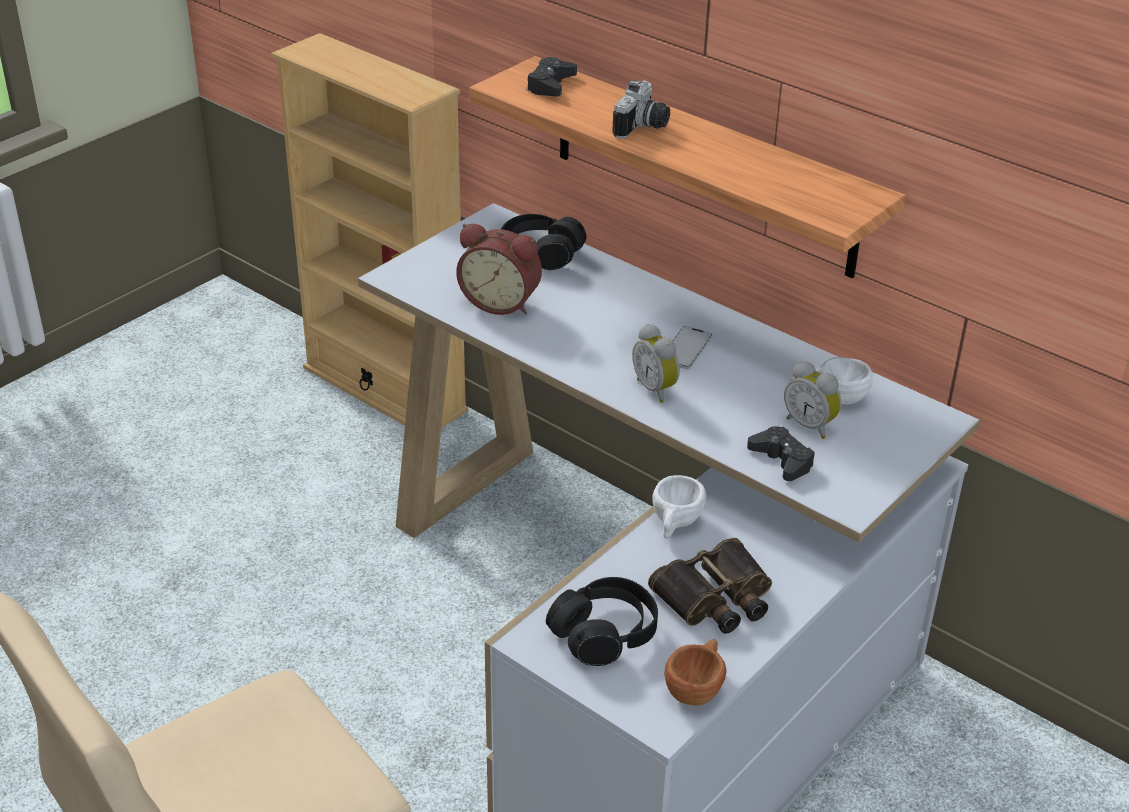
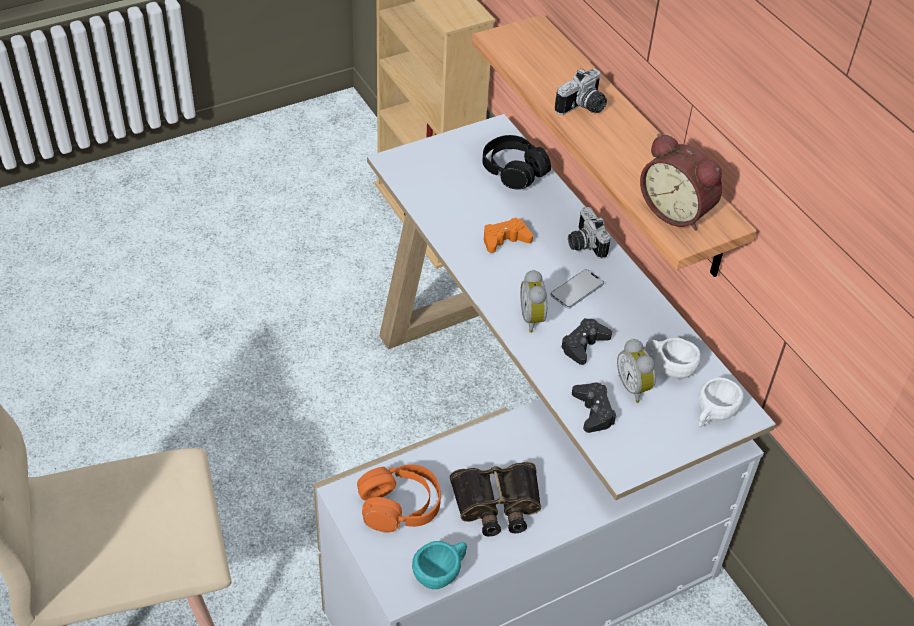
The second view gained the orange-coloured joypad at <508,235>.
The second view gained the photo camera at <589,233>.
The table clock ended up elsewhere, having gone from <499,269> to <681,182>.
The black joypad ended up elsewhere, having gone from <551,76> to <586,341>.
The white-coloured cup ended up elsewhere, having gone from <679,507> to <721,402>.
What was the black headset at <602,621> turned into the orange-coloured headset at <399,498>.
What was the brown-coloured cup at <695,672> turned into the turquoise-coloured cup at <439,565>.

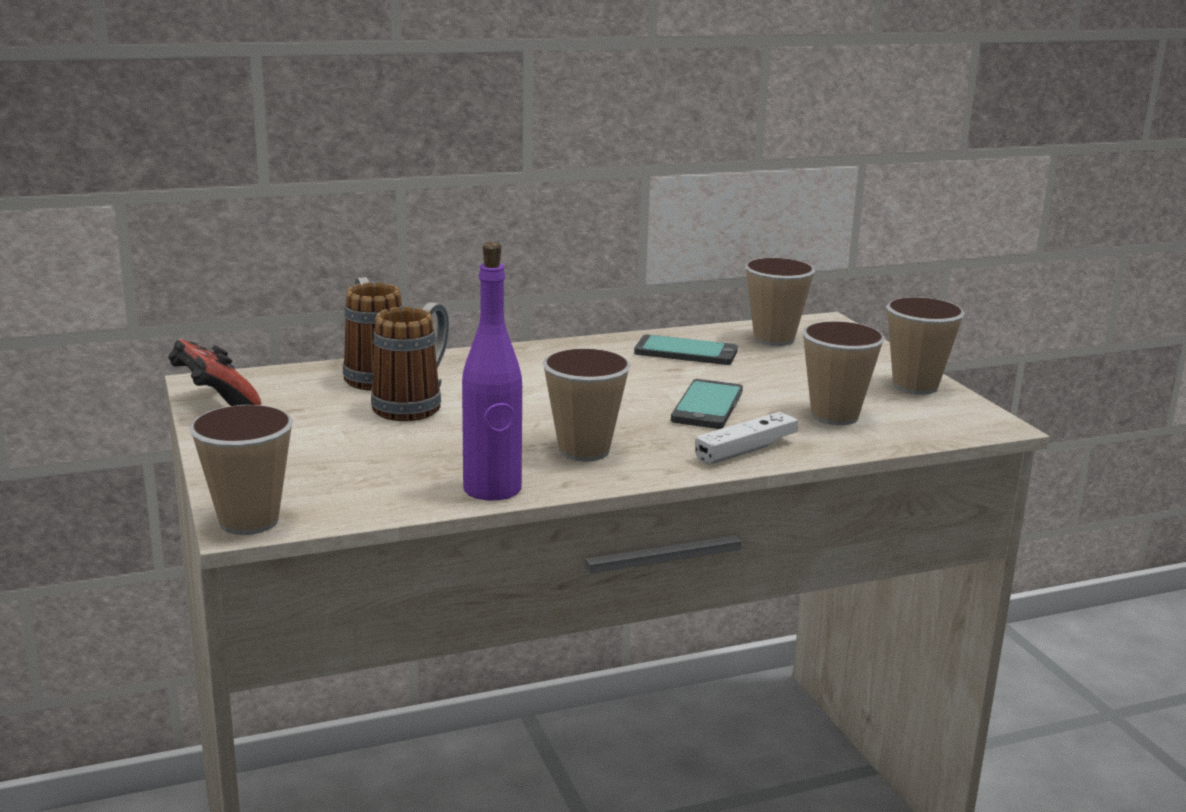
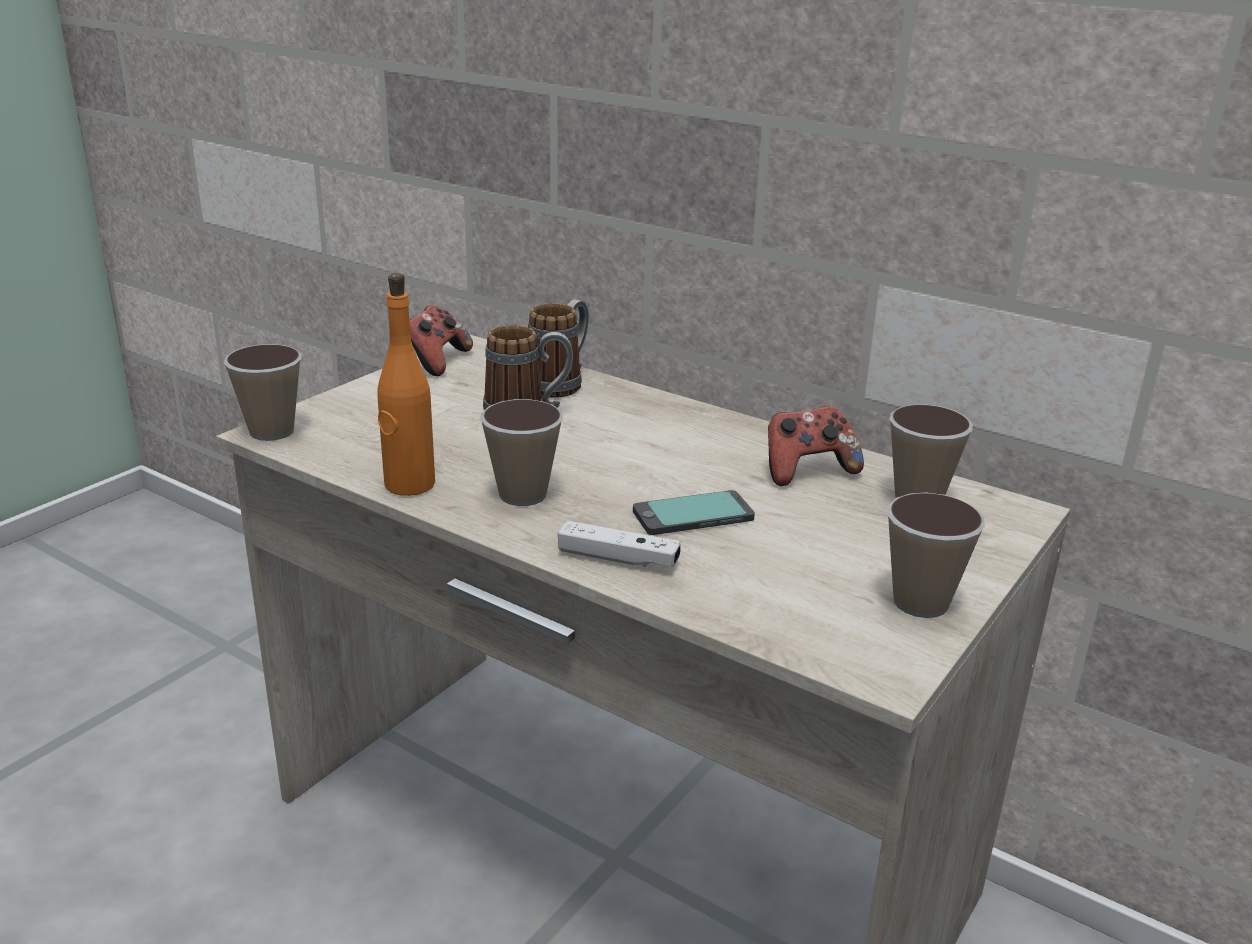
The second view lost the cup at <843,373>.
Where the handset stood at <686,350>, the joypad came to stand at <816,446>.
What was the purple-coloured bottle at <492,371> turned into the orange-coloured bottle at <406,384>.

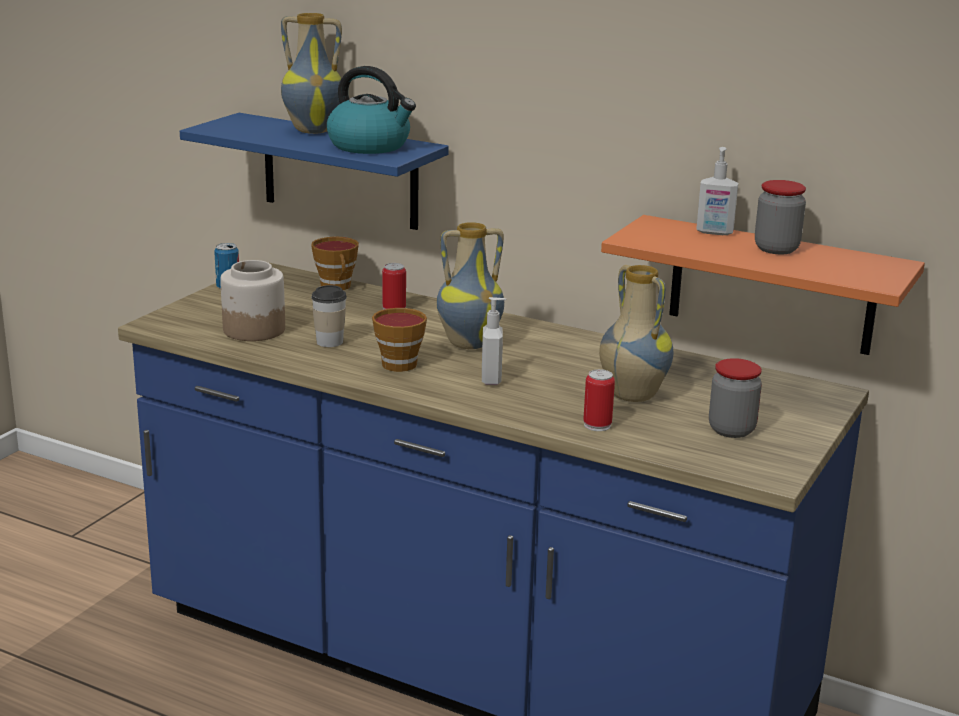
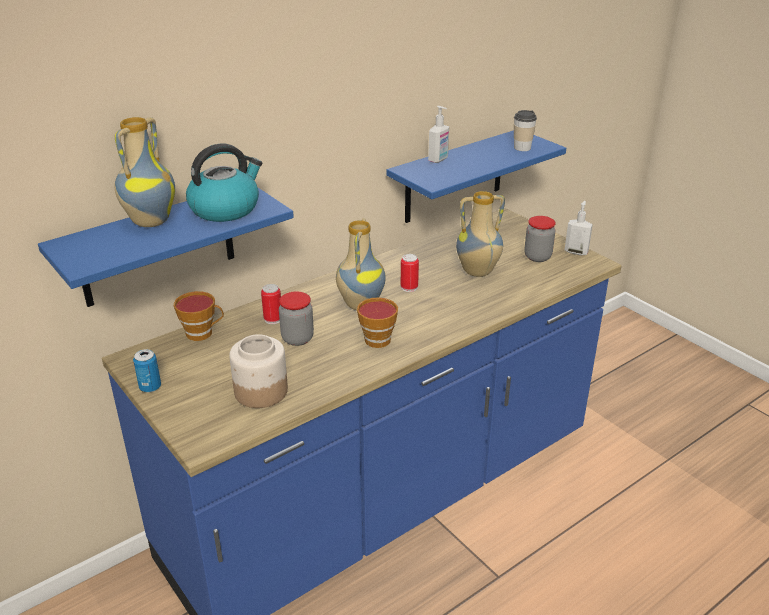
The cup ended up elsewhere, having gone from <329,316> to <525,130>.
The soap bottle ended up elsewhere, having gone from <494,341> to <579,228>.
The sealed can ended up elsewhere, having gone from <599,400> to <410,273>.
The storage jar ended up elsewhere, having gone from <780,217> to <296,318>.
What was the orange-coloured wall shelf at <763,285> turned into the bluish wall shelf at <476,176>.

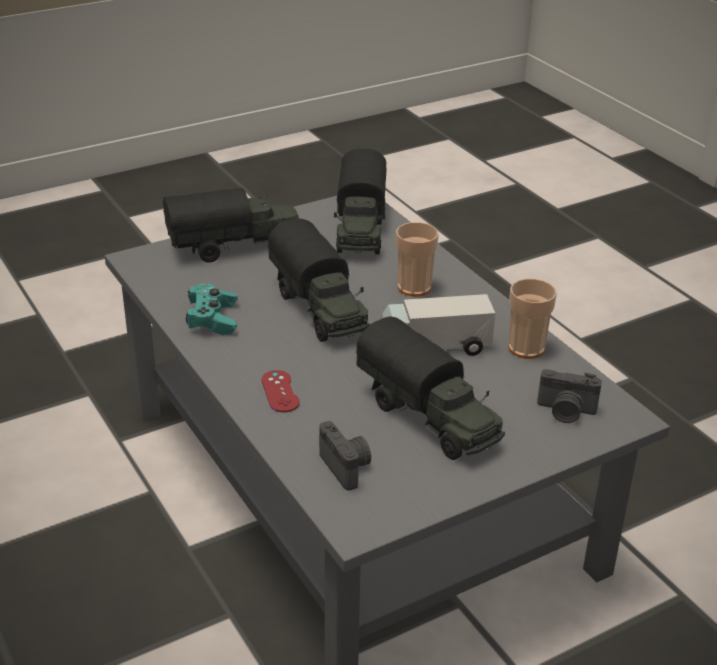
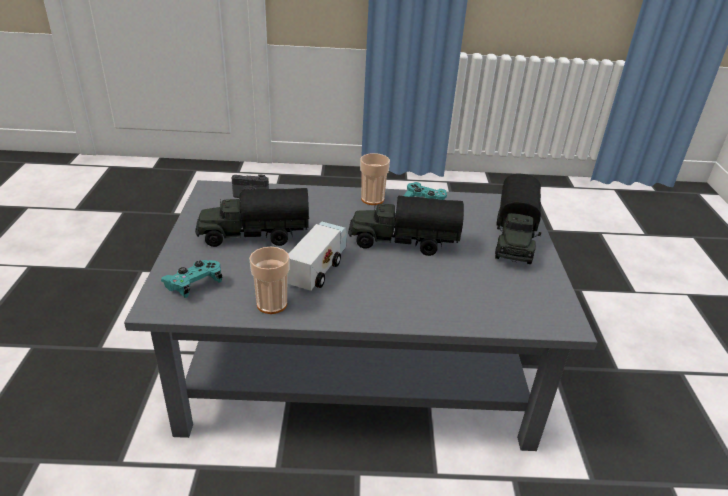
The second view lost the red joypad at <281,391>.
The second view lost the toy lorry at <360,201>.
The cup ended up elsewhere, having gone from <417,259> to <375,179>.
Where the photo camera stood at <569,396>, the turquoise-coloured joypad came to stand at <192,279>.

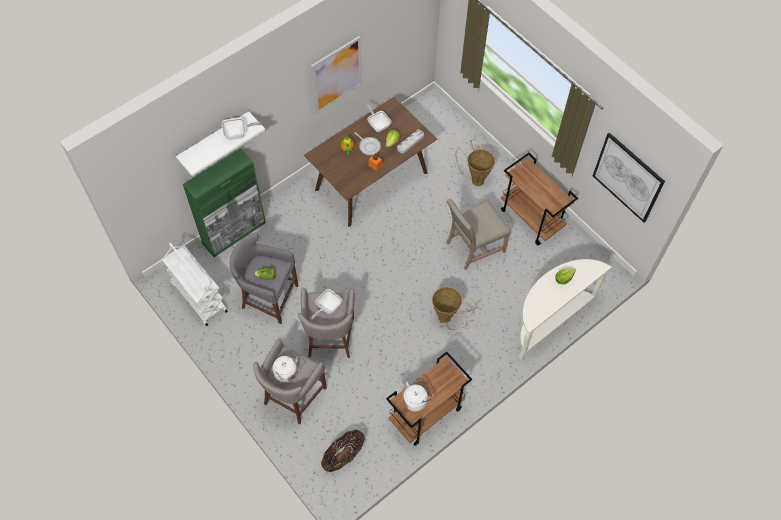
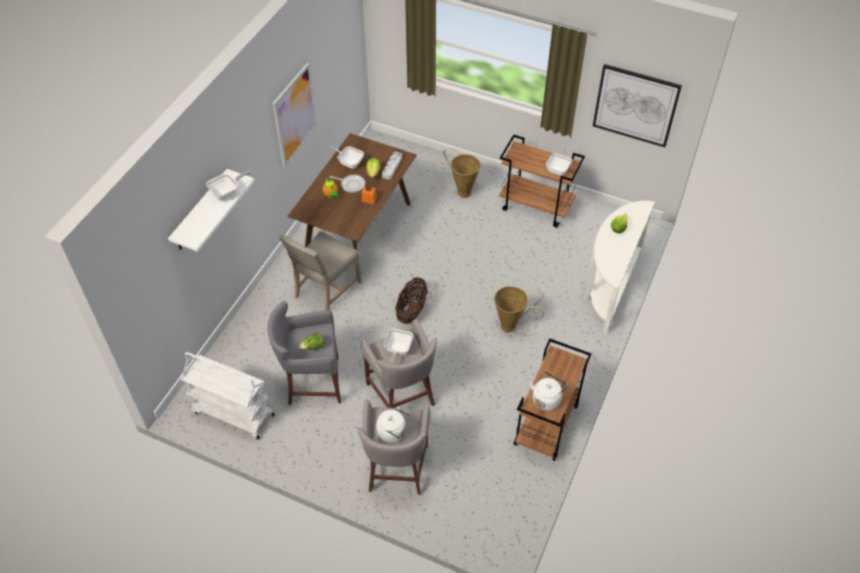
The second view lost the green-coloured cabinet at <224,202>.
The second view gained the pan at <559,161>.
The storage basket ended up elsewhere, having gone from <343,451> to <411,300>.
The beige upright chair ended up elsewhere, having gone from <478,234> to <320,270>.

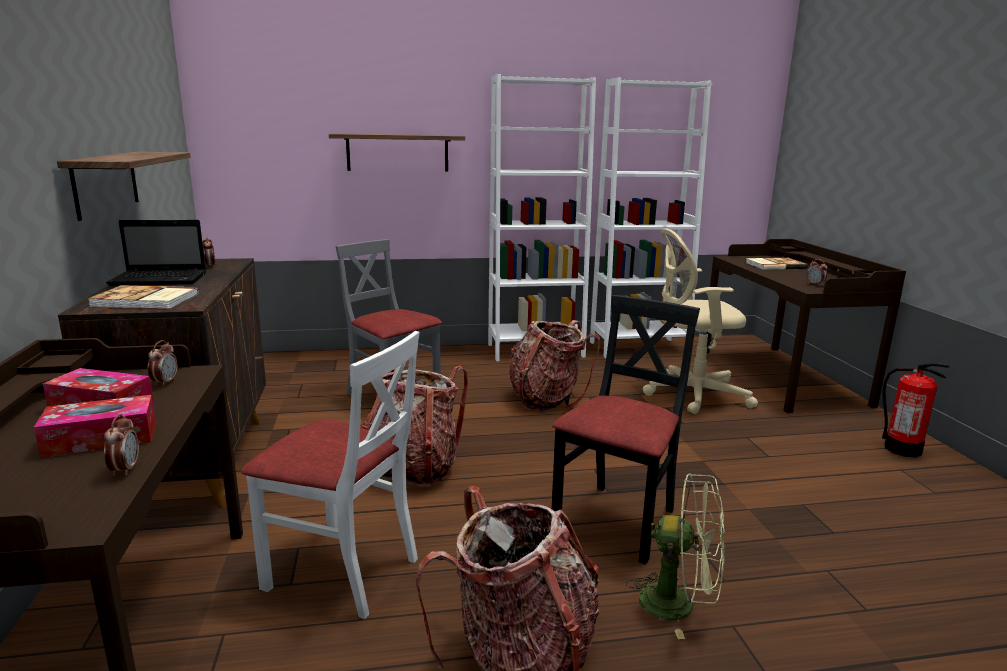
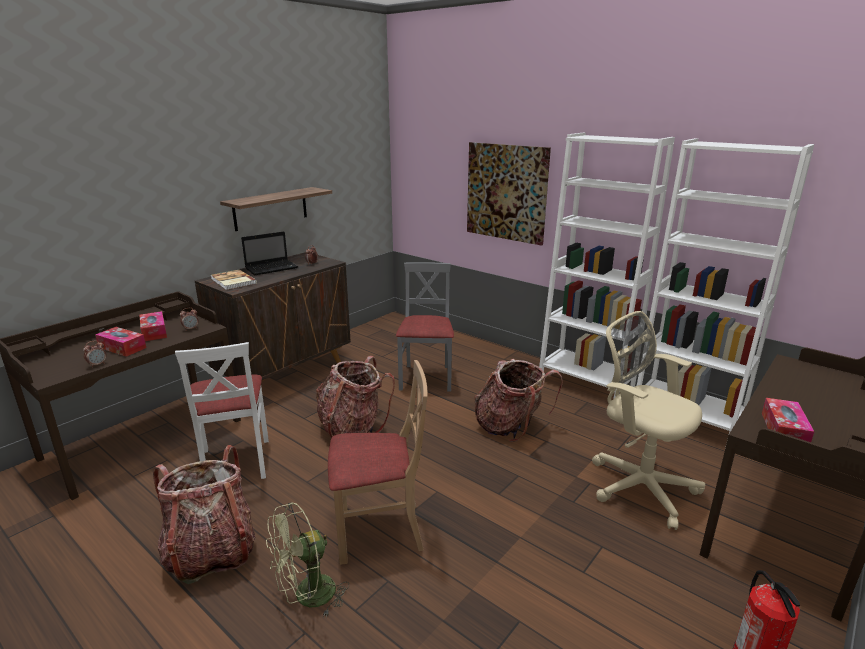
The second view lost the book at <777,264>.
Where the wall shelf hung at <397,152>, the picture came to hang at <509,194>.
Where the table clock stood at <817,272>, the box of tissues came to stand at <788,420>.
What was the black upright chair at <626,429> turned into the beige upright chair at <377,462>.
The laptop at <156,253> ended up facing another way, 75 degrees counterclockwise from before.
The green-coloured cooling fan at <675,556> ended up facing another way, 75 degrees clockwise from before.

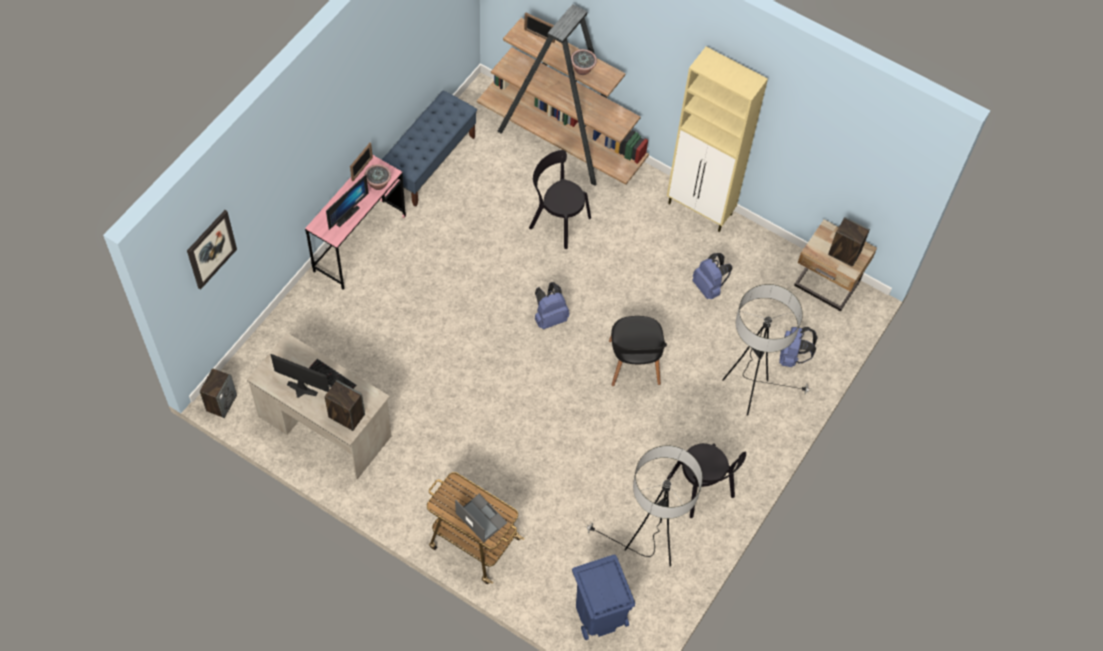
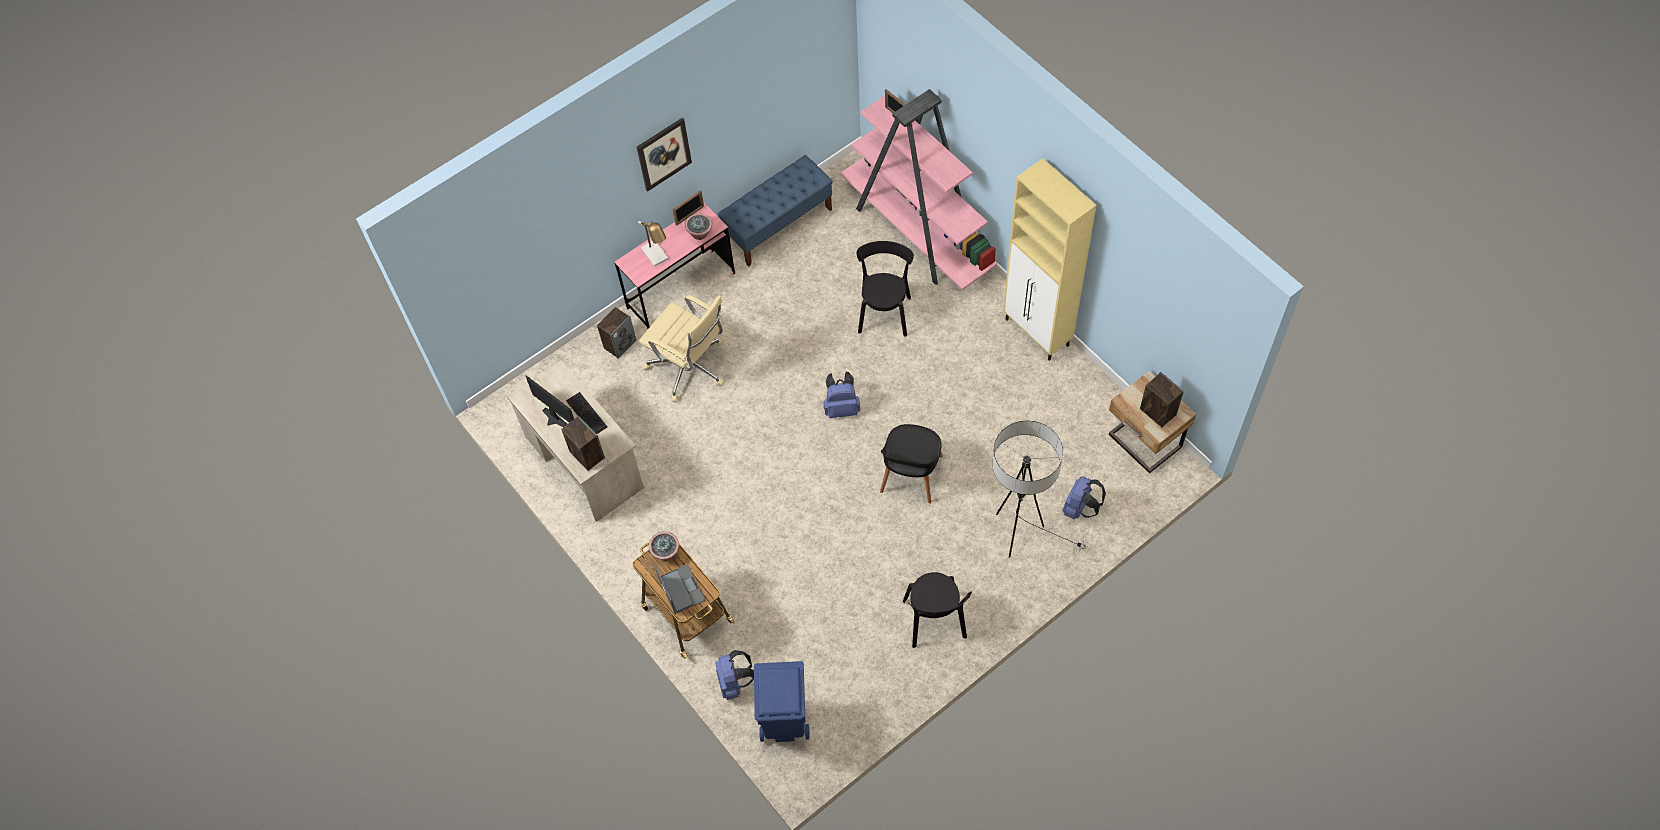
The second view lost the standard lamp at <643,506>.
The second view gained the beige desk chair at <681,348>.
The picture ended up elsewhere, having gone from <212,249> to <664,154>.
The speaker ended up elsewhere, having gone from <218,393> to <616,332>.
The houseplant ended up elsewhere, having gone from <584,62> to <664,546>.
The bluish backpack ended up elsewhere, having gone from <712,276> to <734,675>.
Where the computer display stood at <347,202>, the lamp for a table came to stand at <653,244>.
What was the brown-coloured bookcase at <563,95> turned into the pink-coloured bookcase at <918,189>.
The black upright chair at <560,199> ended up facing another way, 45 degrees clockwise from before.

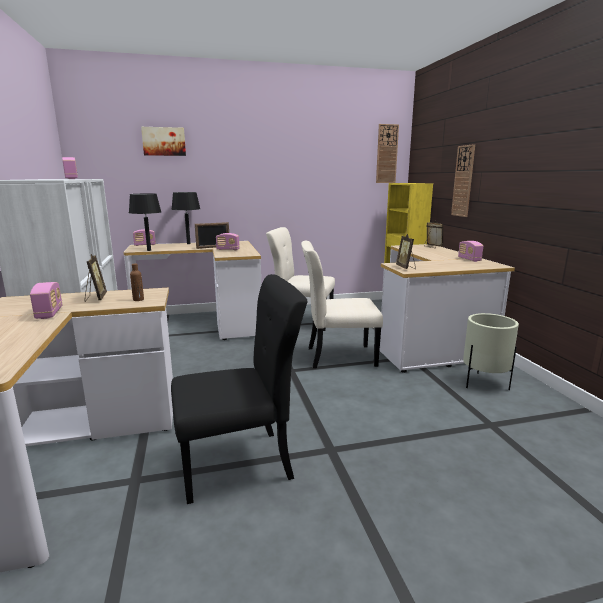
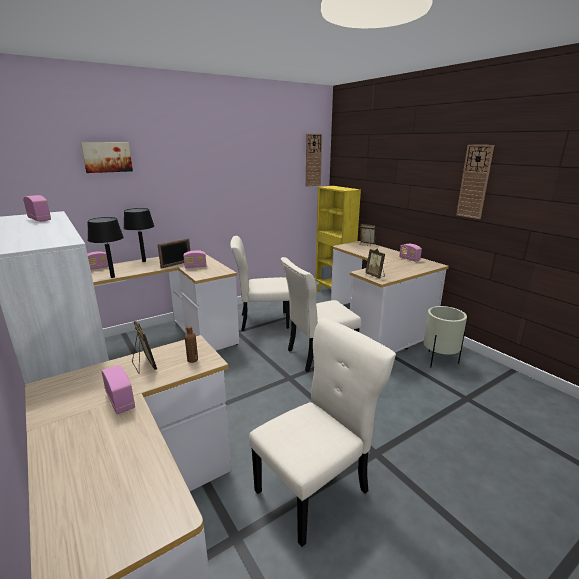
The wall clock ended up elsewhere, having gone from <463,180> to <475,182>.
What was the black upright chair at <239,389> turned into the beige upright chair at <322,432>.

